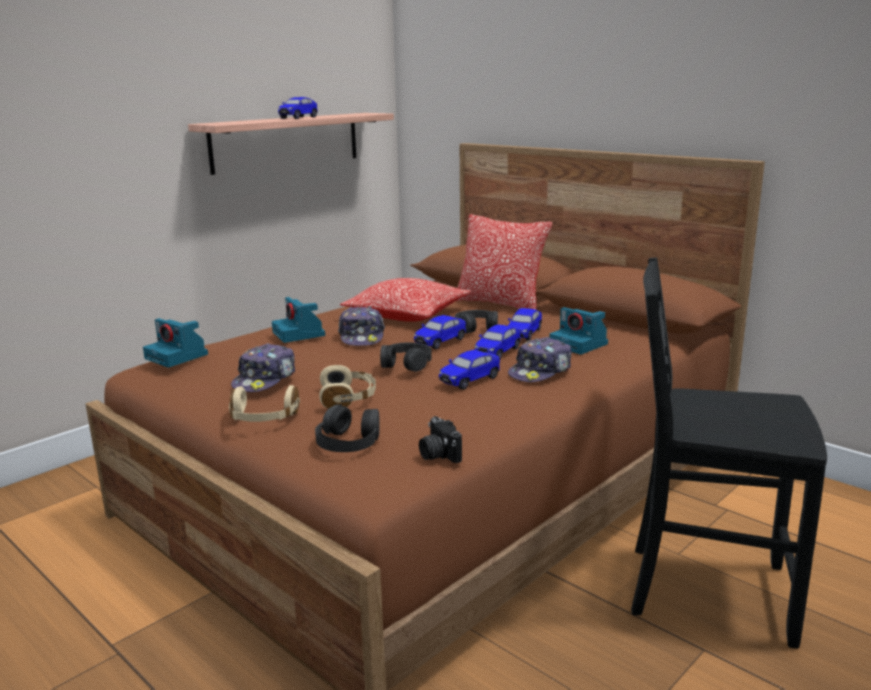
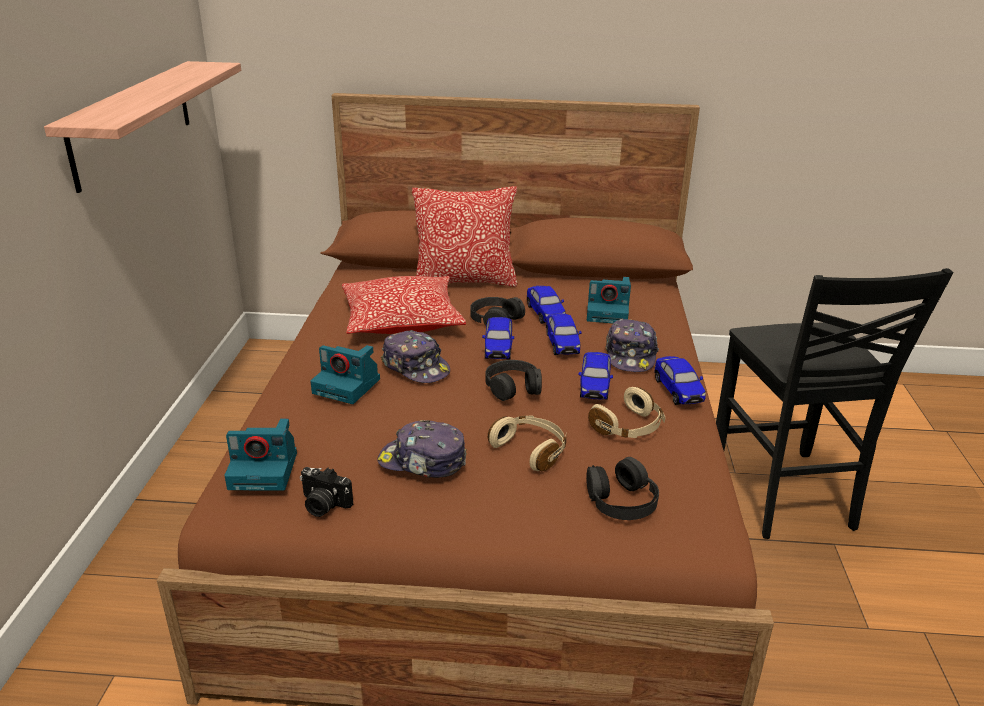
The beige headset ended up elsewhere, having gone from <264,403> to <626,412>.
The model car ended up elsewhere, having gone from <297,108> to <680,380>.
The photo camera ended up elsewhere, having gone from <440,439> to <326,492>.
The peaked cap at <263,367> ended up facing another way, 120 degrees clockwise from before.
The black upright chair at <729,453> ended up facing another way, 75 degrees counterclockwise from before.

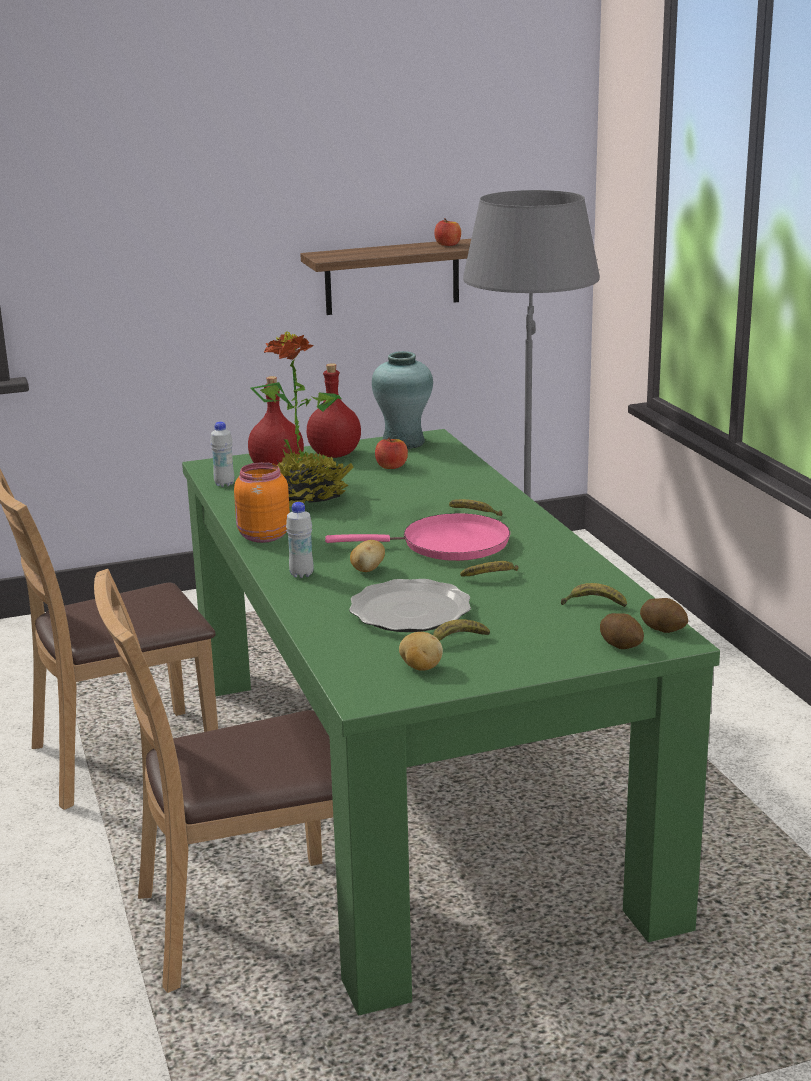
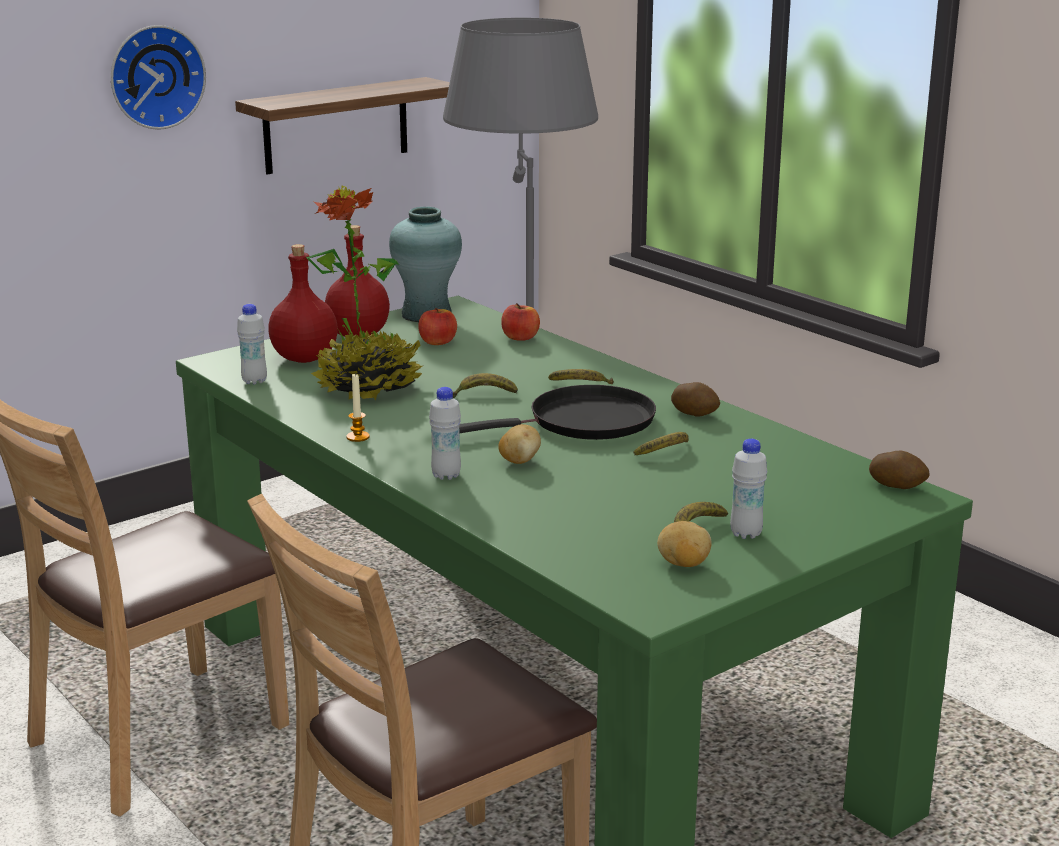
The second view lost the dinner plate at <410,605>.
The second view gained the wall clock at <158,77>.
The second view gained the white-coloured bottle at <748,489>.
The apple fruit ended up elsewhere, having gone from <447,232> to <520,322>.
The banana ended up elsewhere, having gone from <594,595> to <485,385>.
The whole potato ended up elsewhere, having gone from <622,631> to <695,399>.
Where the orange-coloured storage jar stood at <262,502>, the candle came to stand at <358,408>.
What was the pink-coloured pan at <417,537> turned into the black pan at <557,412>.

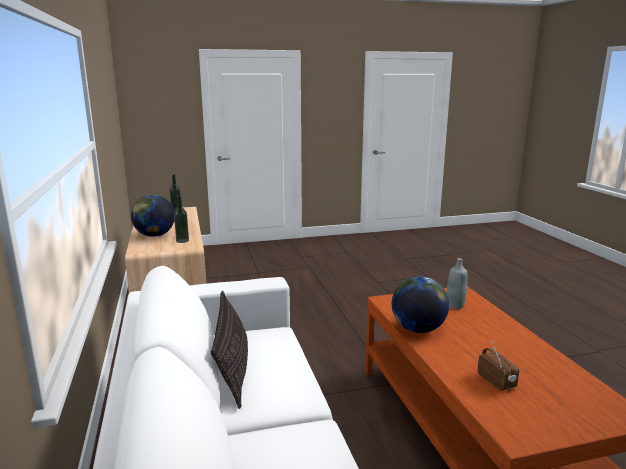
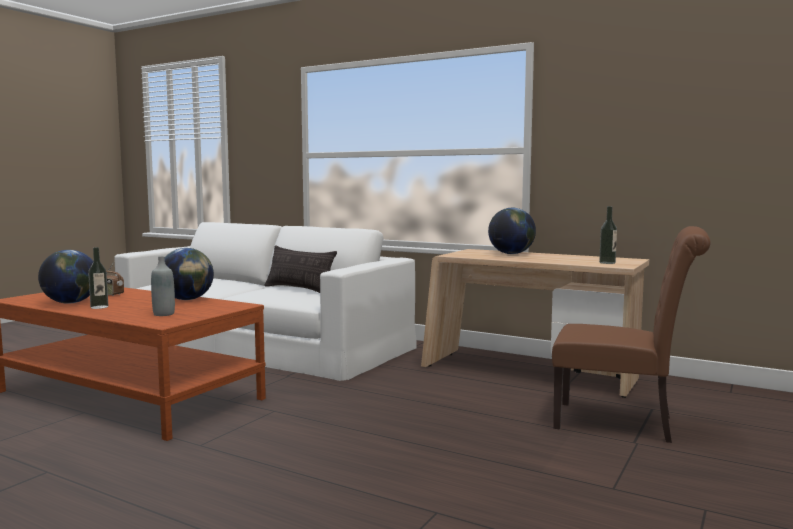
The second view gained the world globe at <65,277>.
The second view gained the brown-coloured upright chair at <631,334>.
The bottle ended up elsewhere, having gone from <181,219> to <98,278>.

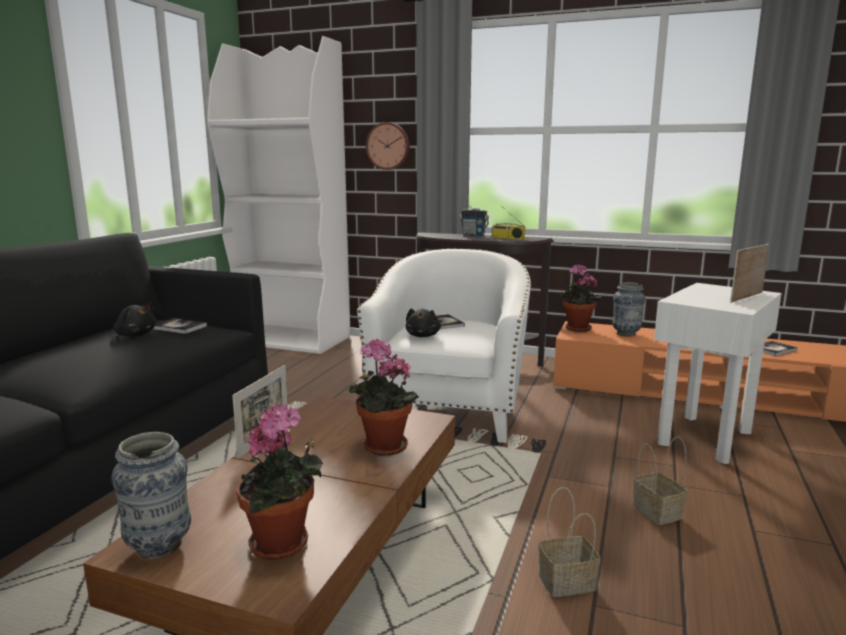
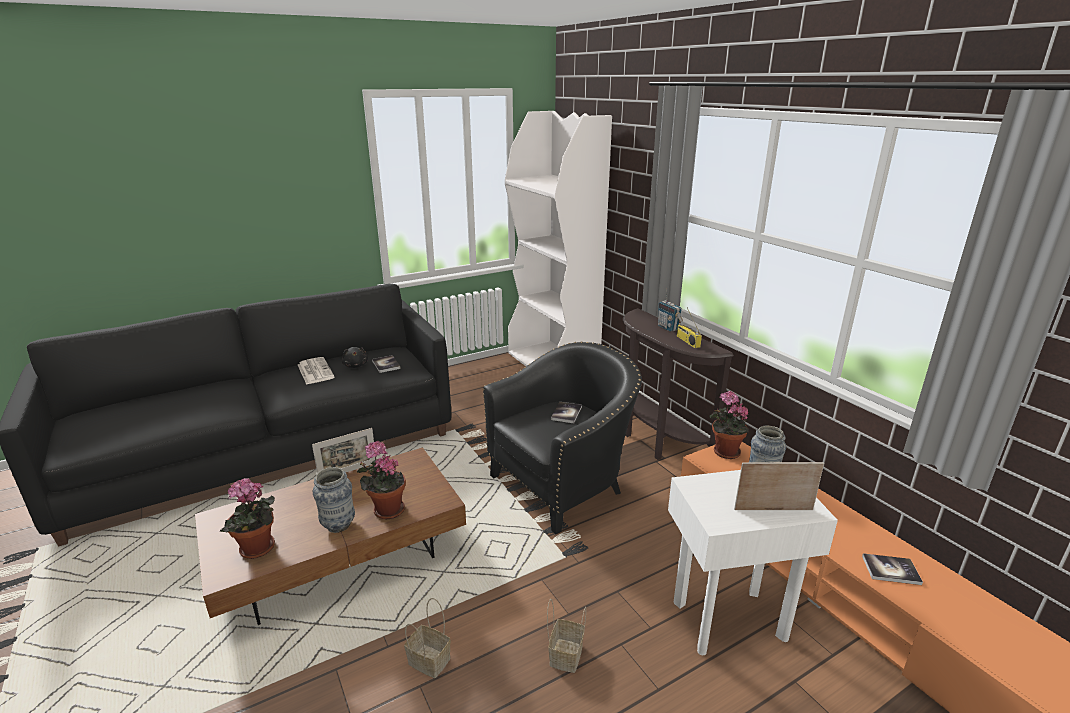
The second view lost the wall clock at <388,146>.
The second view lost the black plush toy at <423,322>.
The second view gained the daily paper at <316,371>.
The vase ended up elsewhere, having gone from <151,495> to <334,500>.
What was the white-coloured armchair at <444,345> turned into the black armchair at <562,438>.

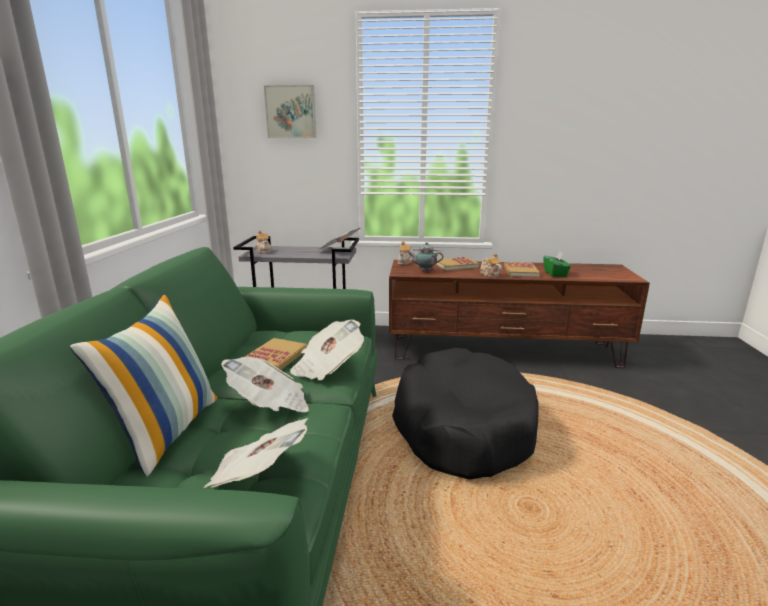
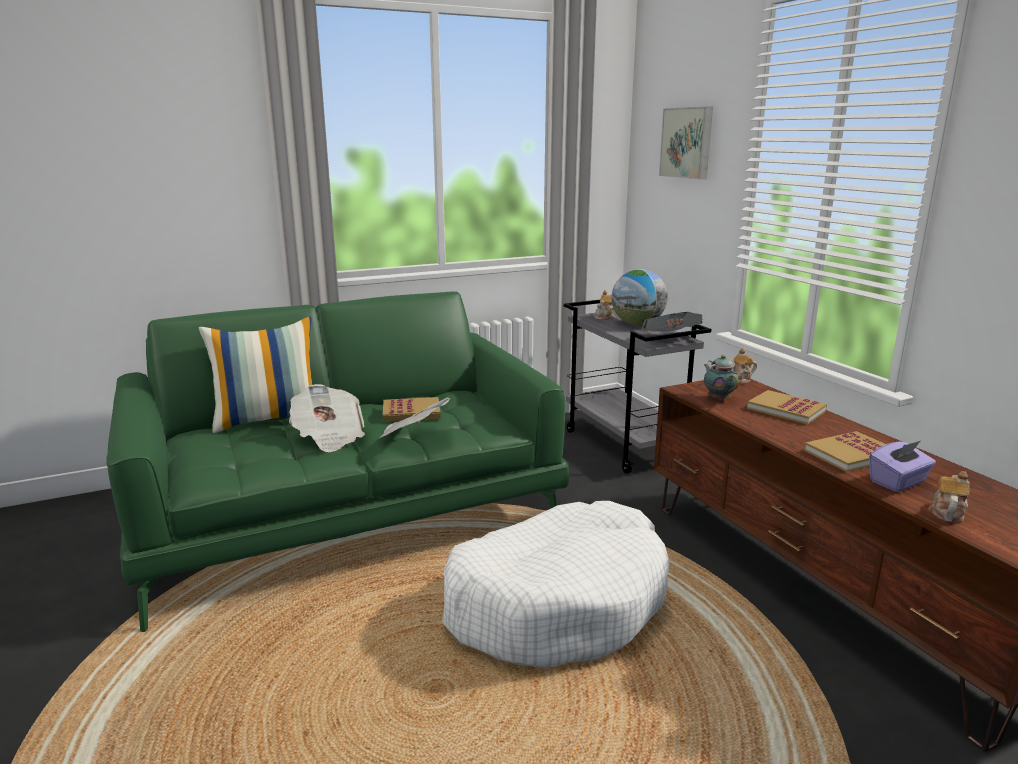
The second view lost the daily paper at <256,453>.
The second view gained the world globe at <639,297>.
The tea pot ended up elsewhere, having gone from <491,265> to <949,497>.
What was the black pet bed at <465,414> turned into the white-coloured pet bed at <556,584>.
What was the green-coloured box of tissues at <557,264> turned into the purple-coloured box of tissues at <902,466>.

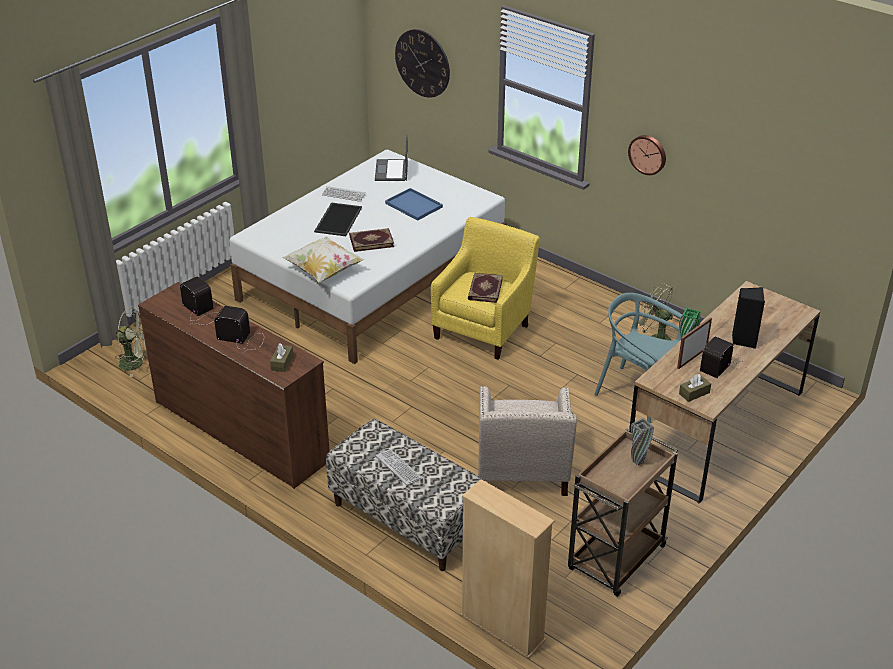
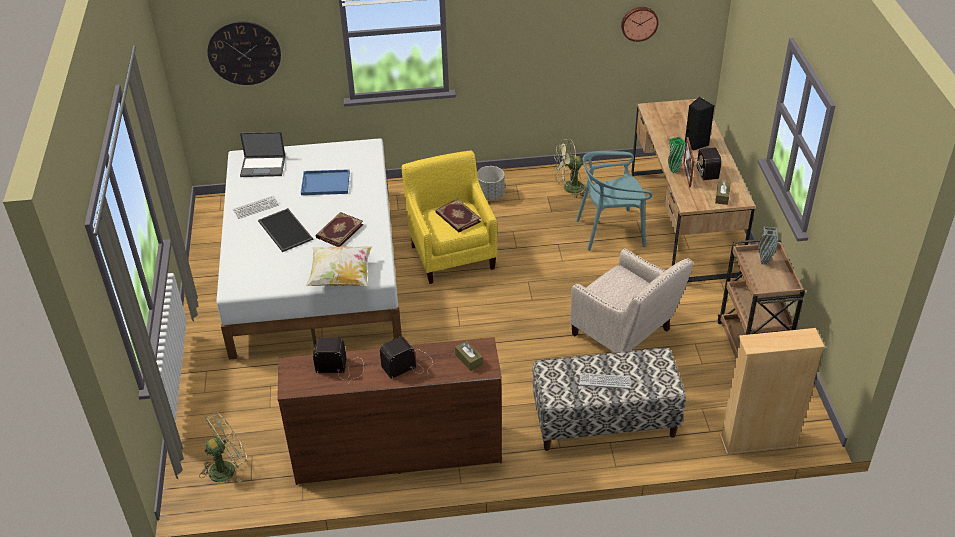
The second view gained the greyish planter at <491,183>.
The wall clock ended up elsewhere, having gone from <647,155> to <640,24>.
The laptop at <391,158> ended up facing another way, 45 degrees counterclockwise from before.

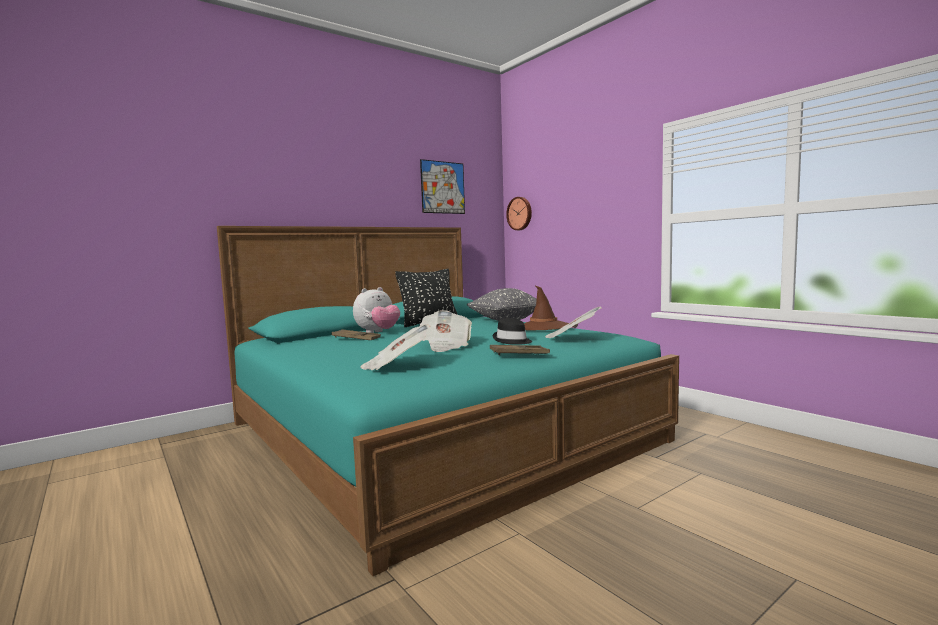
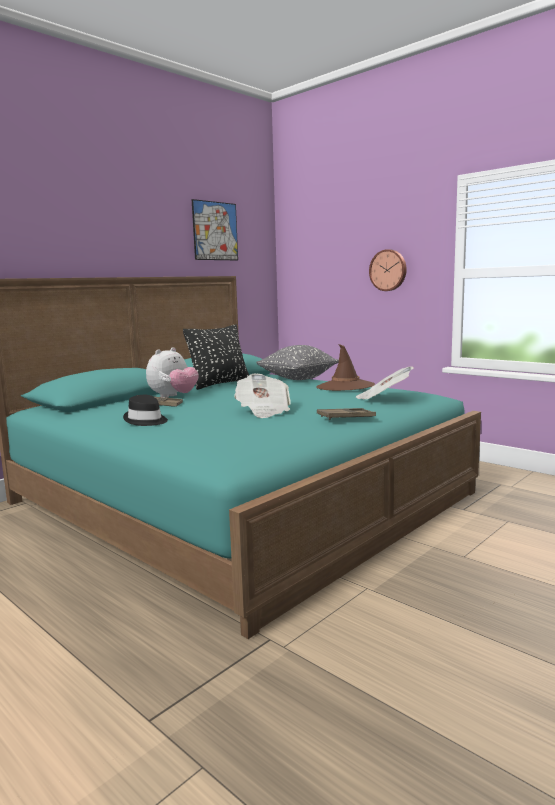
The second view lost the daily paper at <395,347>.
The black hat ended up elsewhere, having gone from <512,331> to <145,410>.
The wall clock ended up elsewhere, having gone from <519,213> to <388,270>.

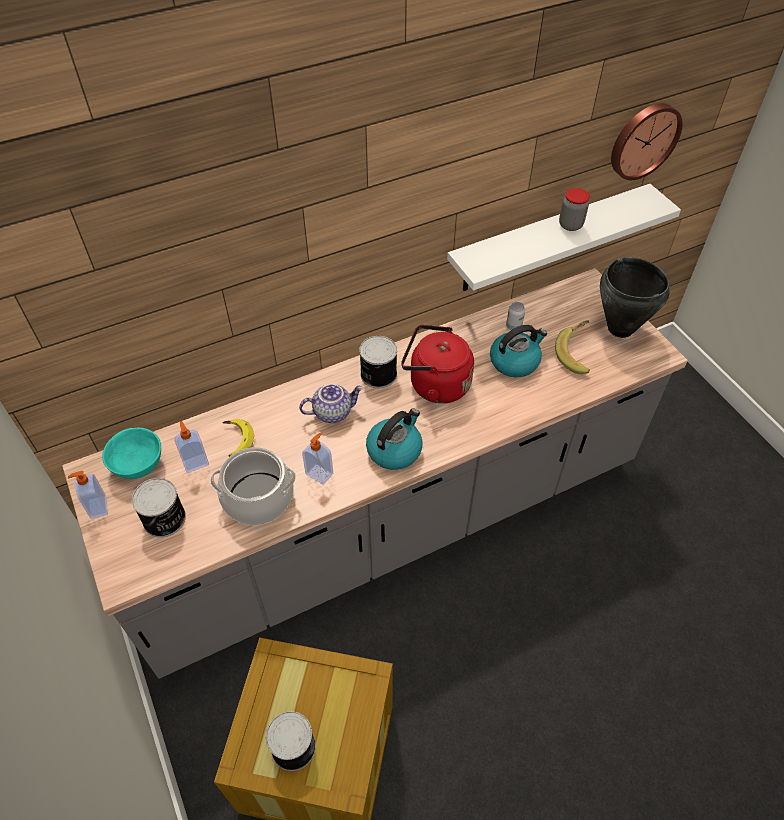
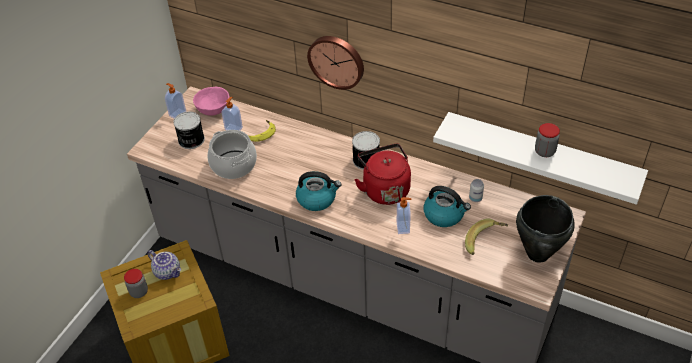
The tea pot ended up elsewhere, having gone from <331,403> to <164,265>.
The soap bottle ended up elsewhere, having gone from <317,459> to <404,215>.
The wall clock ended up elsewhere, having gone from <647,141> to <335,63>.
Where the sealed can stood at <291,741>, the storage jar came to stand at <136,283>.
What was the turquoise-coloured serving bowl at <131,453> turned into the pink-coloured serving bowl at <211,101>.

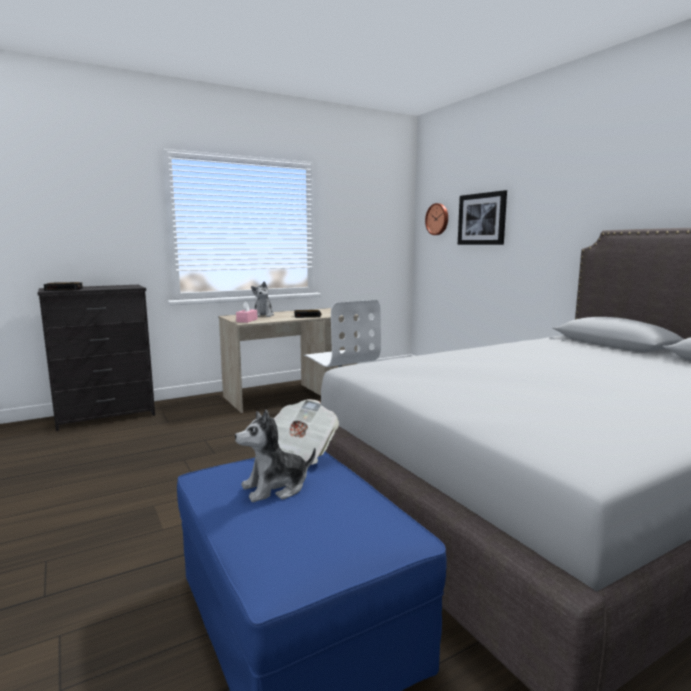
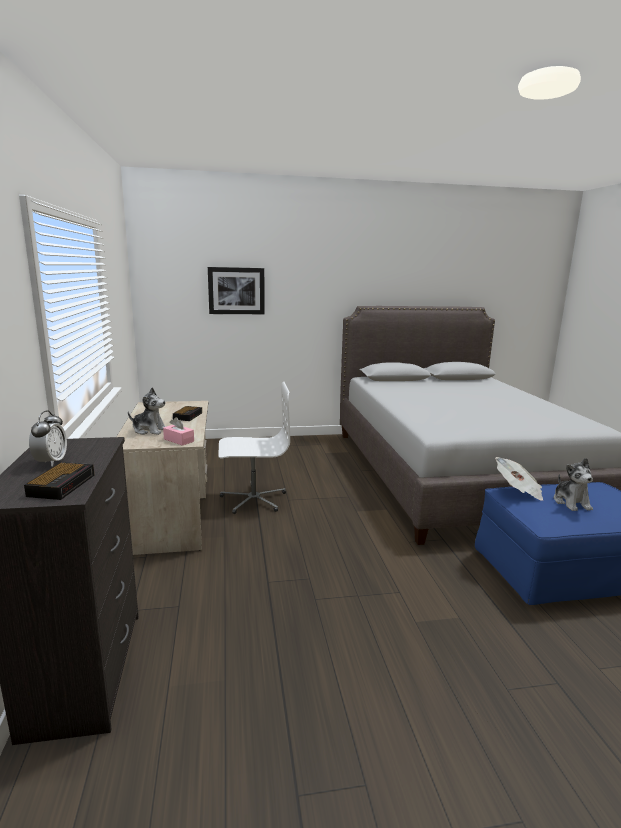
The second view lost the wall clock at <436,219>.
The second view gained the table clock at <48,438>.

